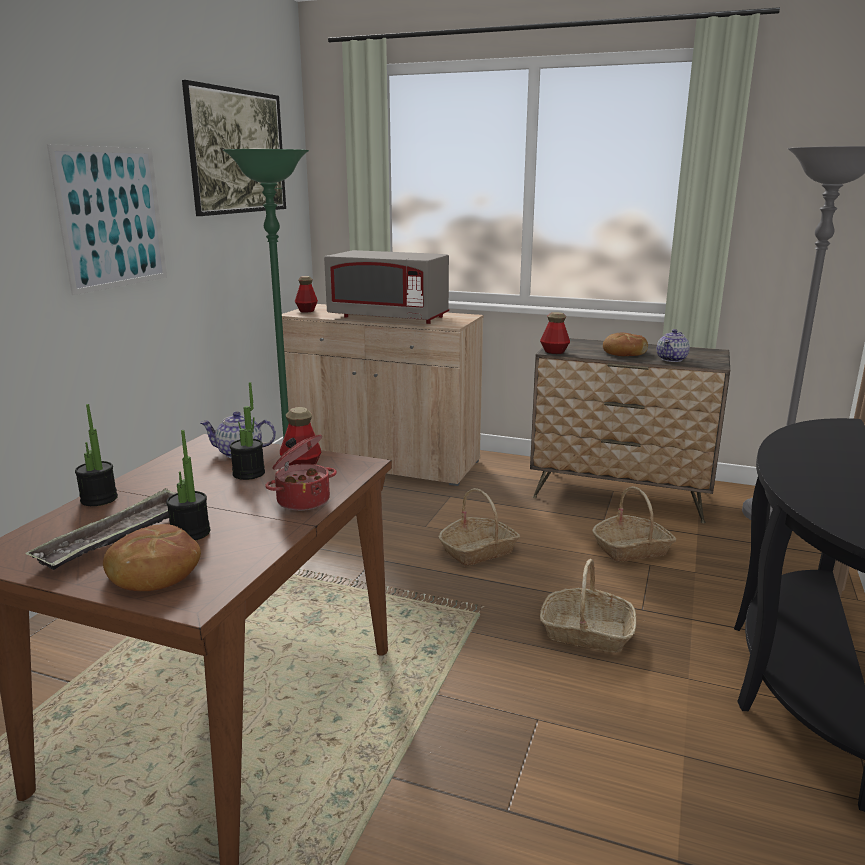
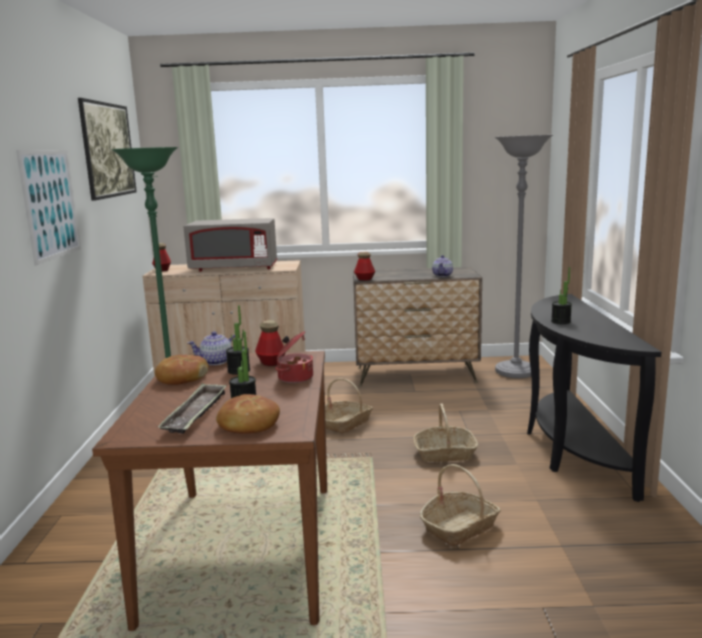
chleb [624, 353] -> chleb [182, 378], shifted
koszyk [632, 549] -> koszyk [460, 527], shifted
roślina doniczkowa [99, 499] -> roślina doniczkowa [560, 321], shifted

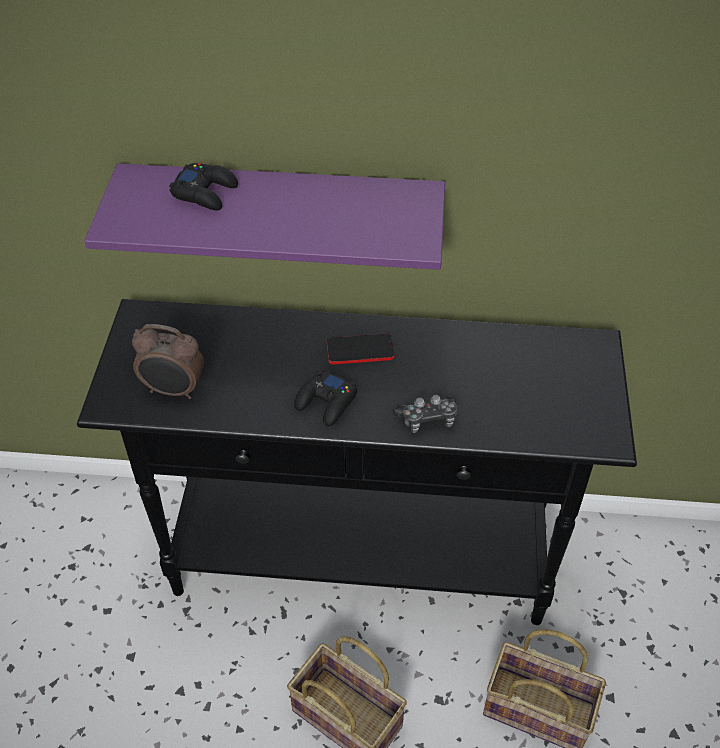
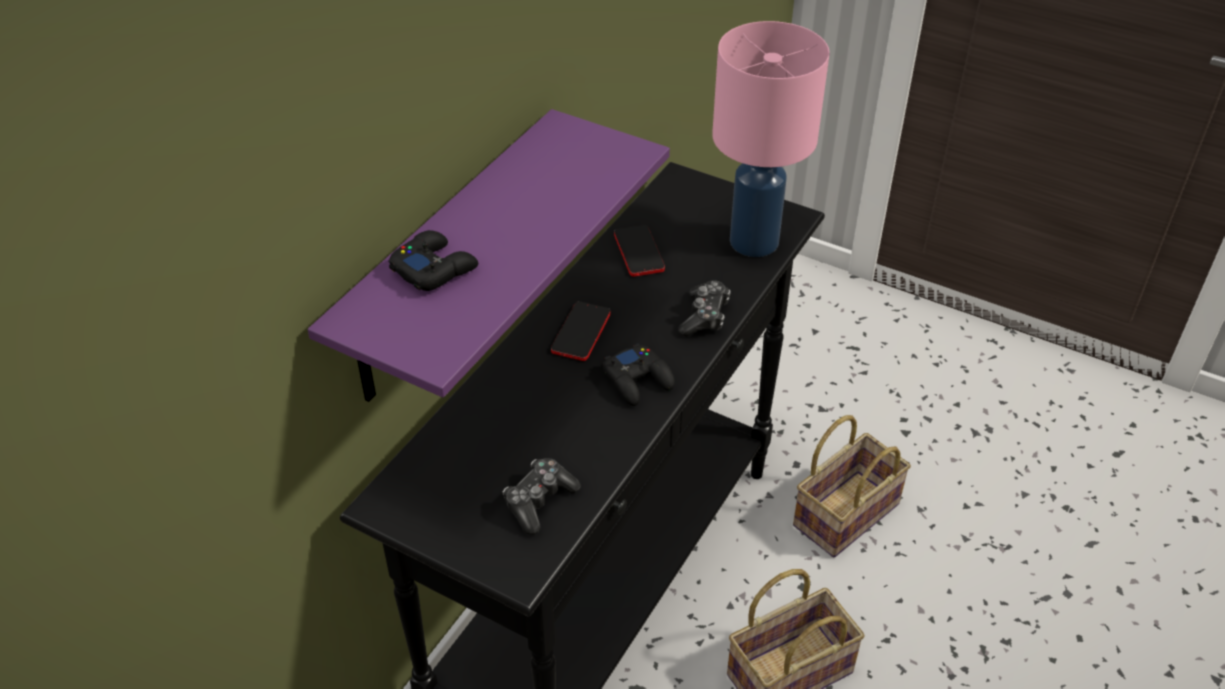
budzik [174, 390] -> pad do gier [539, 501]
none -> telefon [638, 252]
none -> lampa stołowa [różowy] [754, 241]

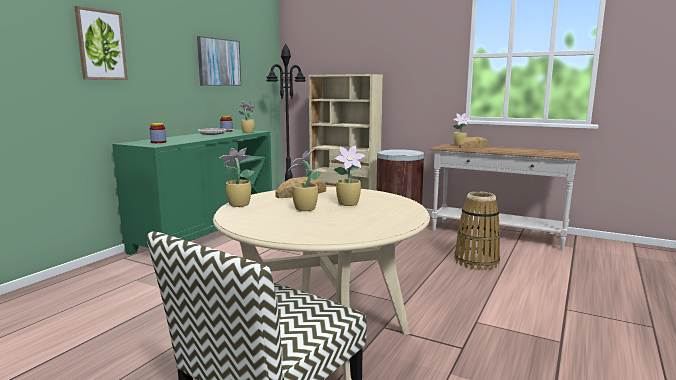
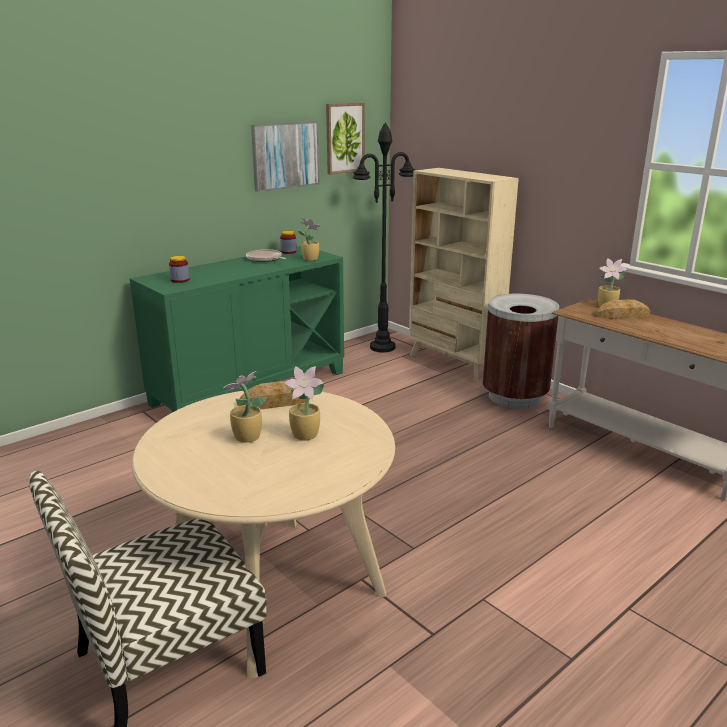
obraz [101, 45] -> obraz [344, 138], shifted
roślina doniczkowa [238, 205] -> none
koszyk [476, 261] -> none

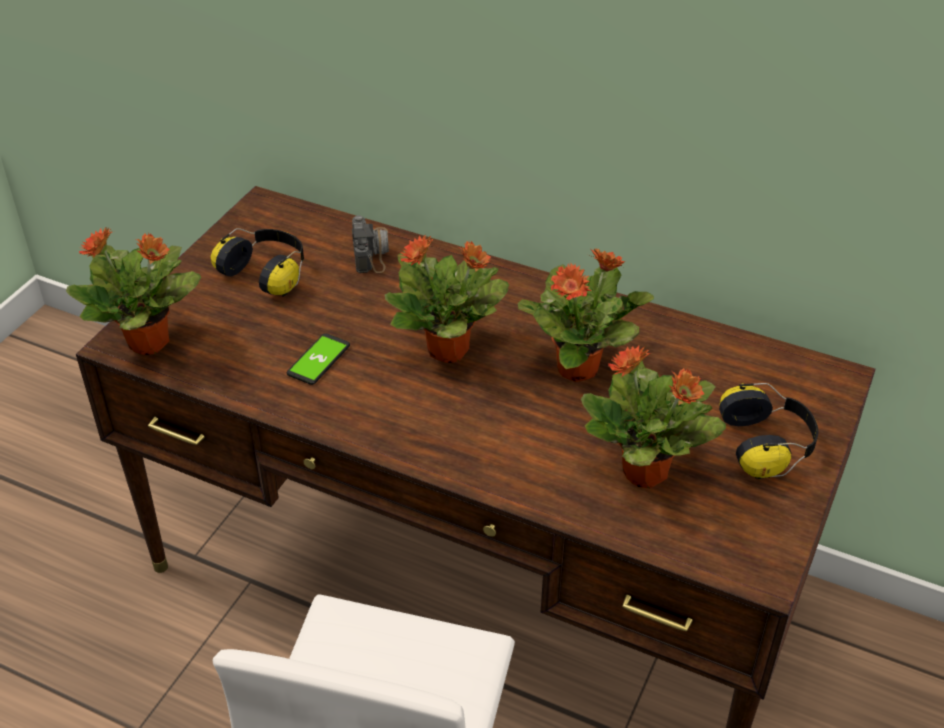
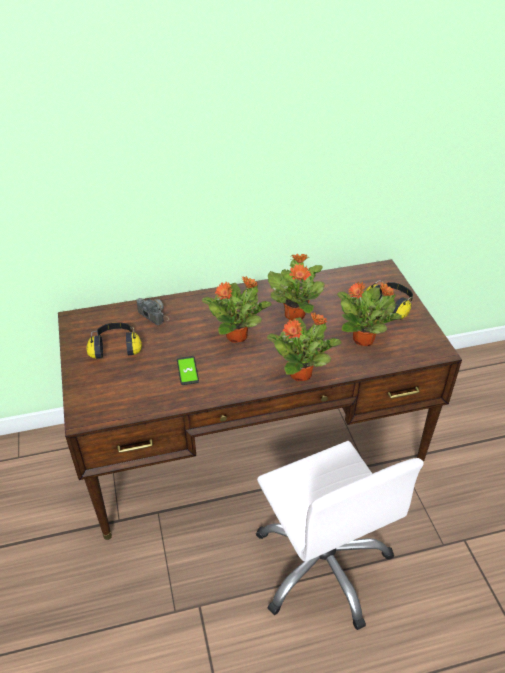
roślina doniczkowa [150, 342] -> roślina doniczkowa [301, 373], shifted

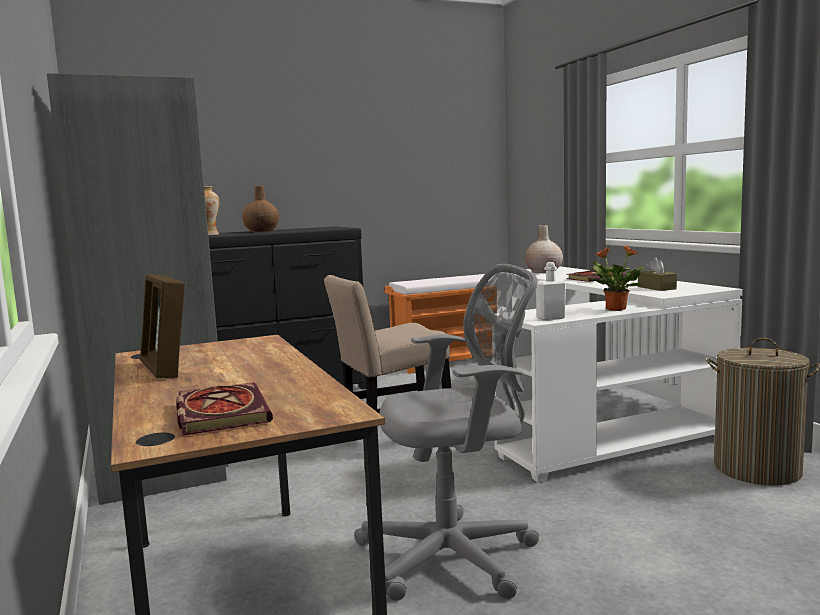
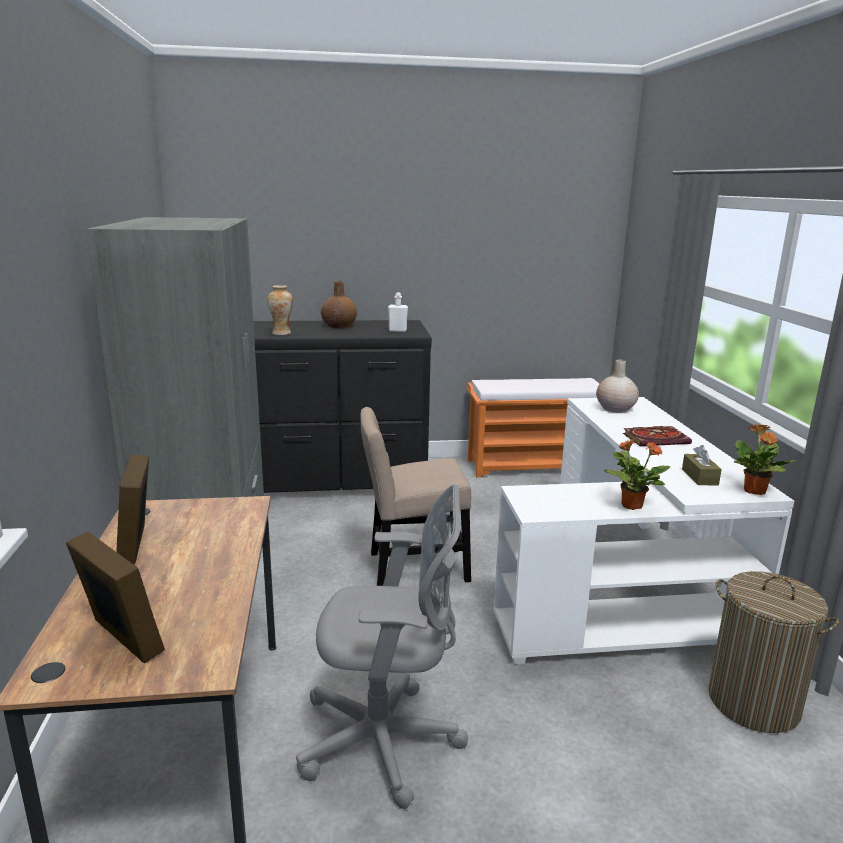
książka [220, 412] -> ramka na zdjęcie [121, 640]
butelka [biały] [550, 318] -> butelka [biały] [397, 330], shifted
none -> roślina doniczkowa [754, 491]

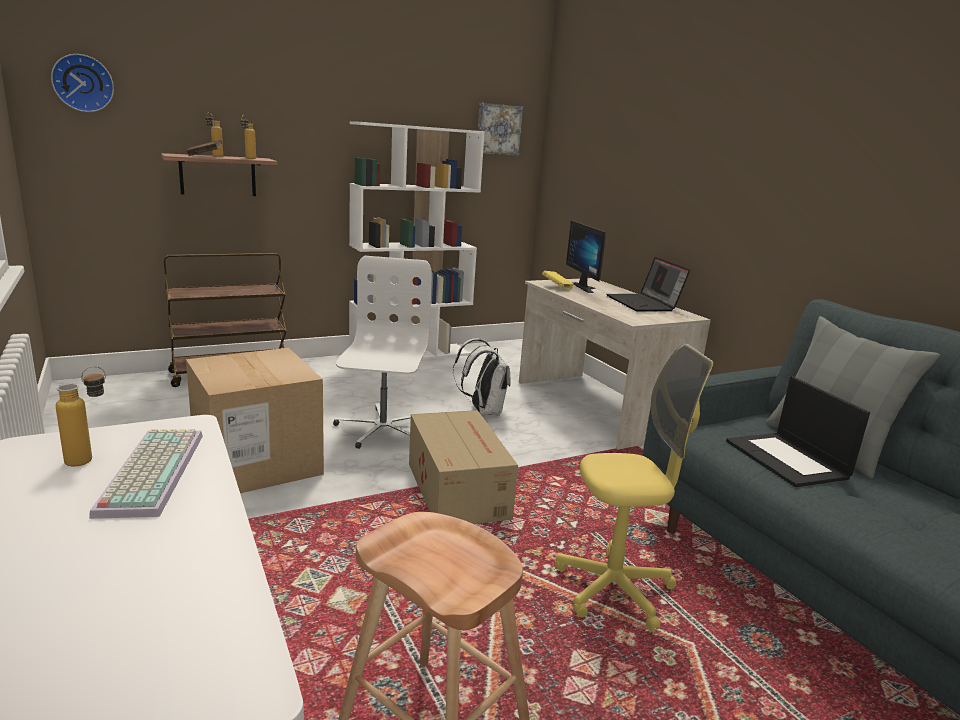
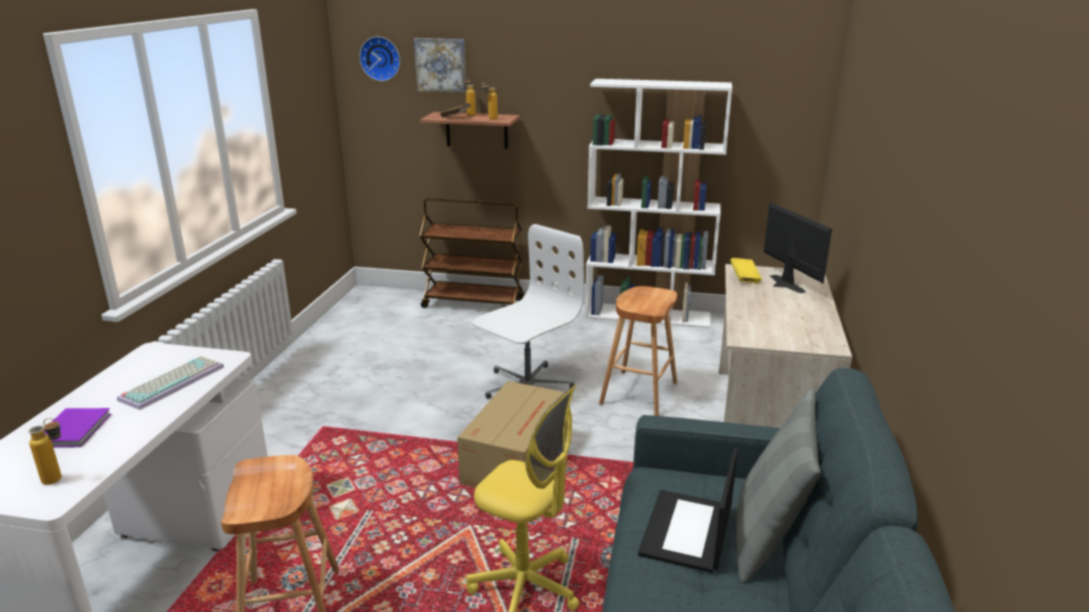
butelka [90, 459] -> butelka [59, 480], shifted
none -> książka [fioletowy] [75, 429]
obraz [498, 129] -> obraz [441, 65], shifted
plecak [biały] [483, 411] -> stołek [brązowy] [639, 393]
monitor [587, 288] -> monitor [782, 284], 135 degrees clockwise
karton [257, 463] -> none
laptop [644, 304] -> none

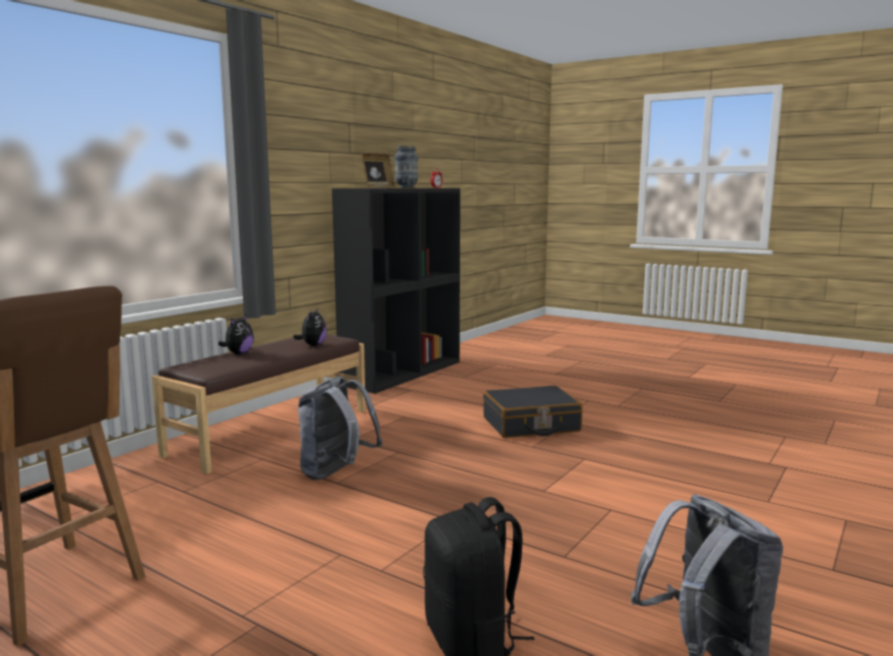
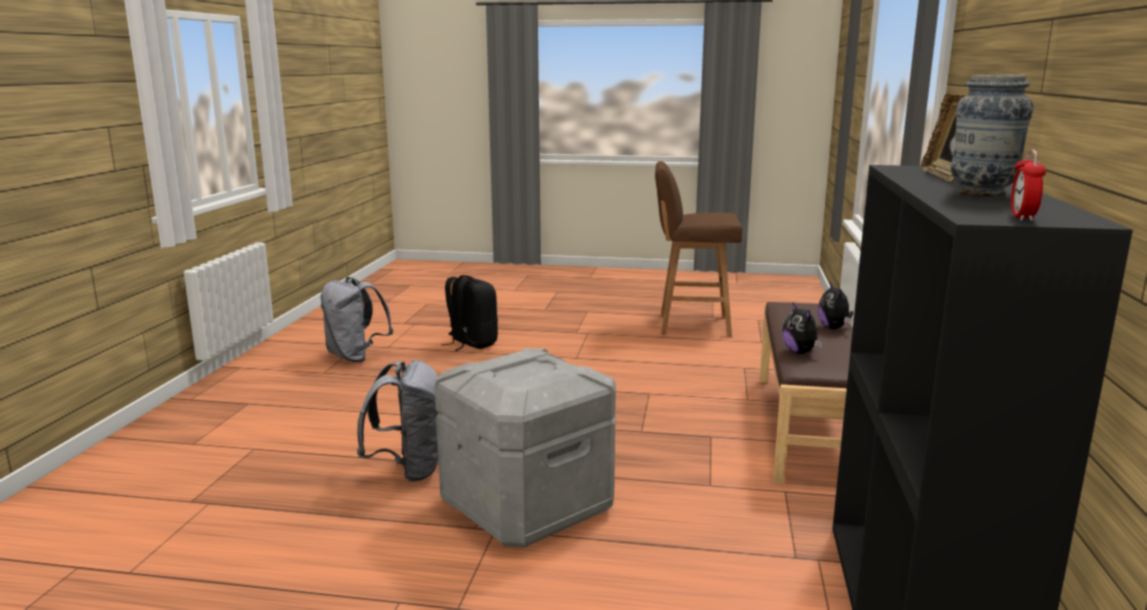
plecak [szary] [336, 473] -> plecak [szary] [410, 469], shifted
walizka [czarny] [531, 425] -> pojemnik do przechowywania [szary] [527, 507]

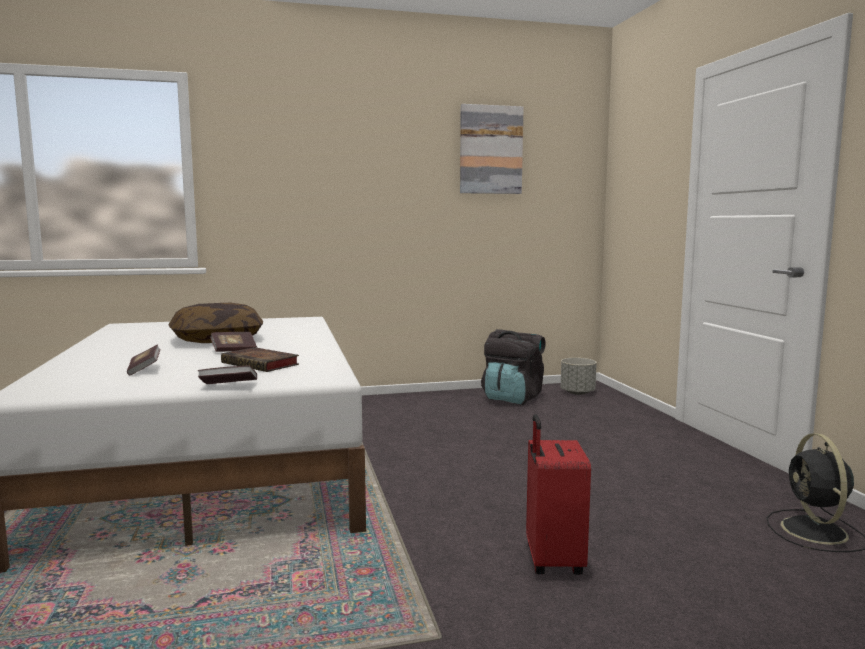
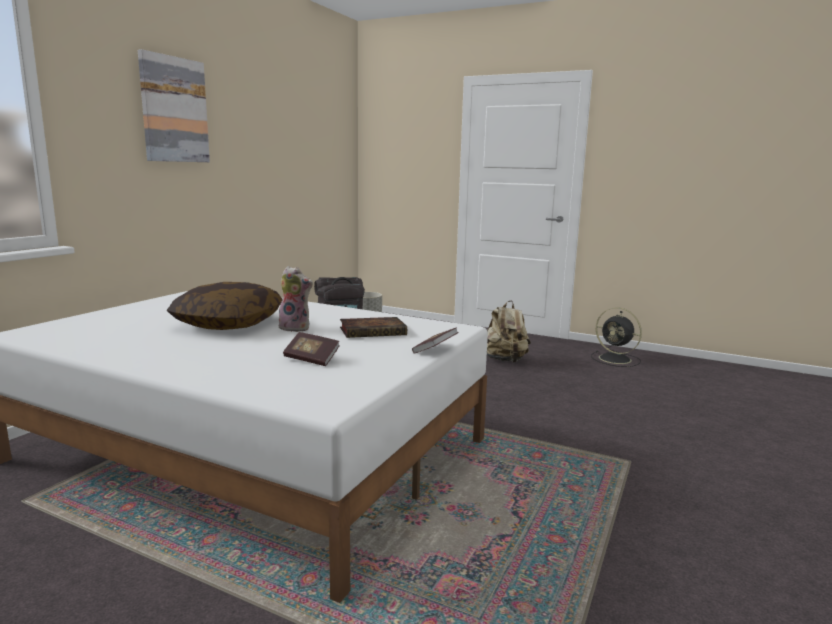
obraz [490, 150] -> obraz [174, 110], shifted
książka [234, 350] -> pluszak [296, 328]
none -> plecak [beżowy] [505, 360]
walizka [czerwony] [552, 561] -> none

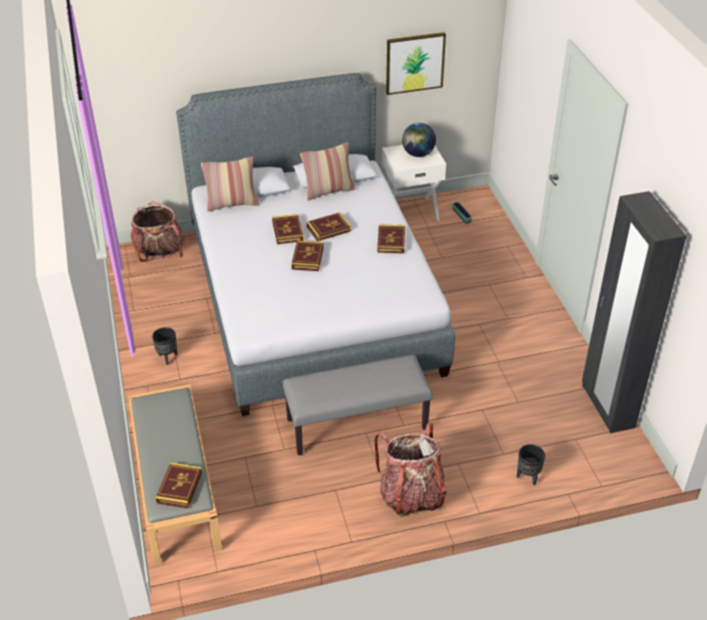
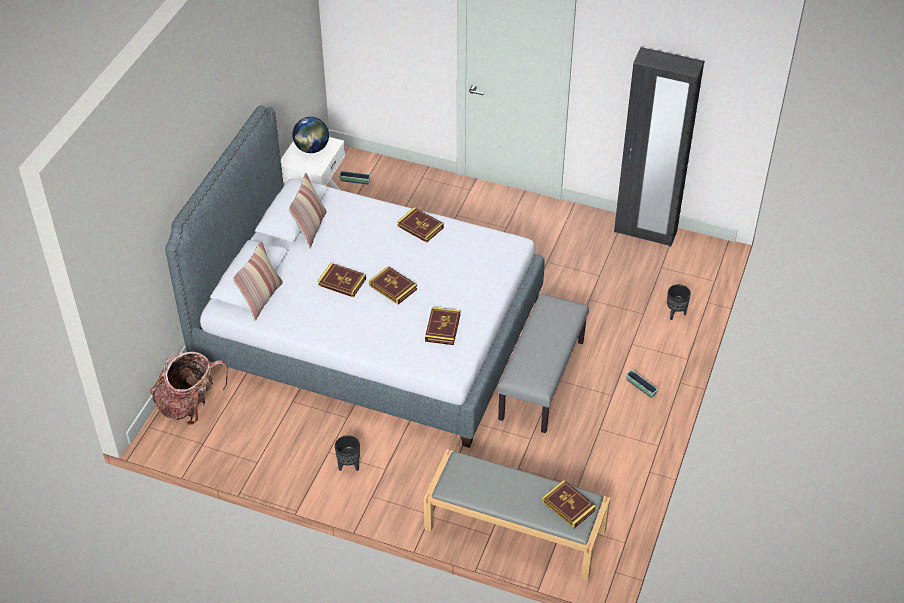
książka [328, 229] -> książka [442, 328], shifted
plecak [411, 495] -> donica [641, 387]
obraz [415, 63] -> none

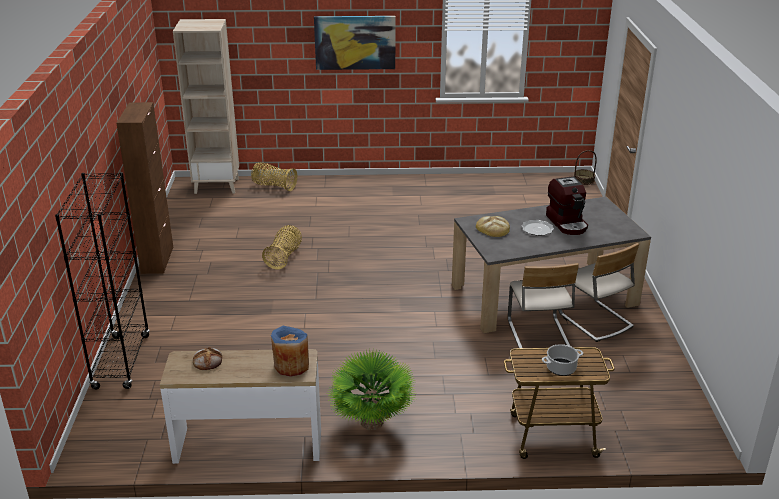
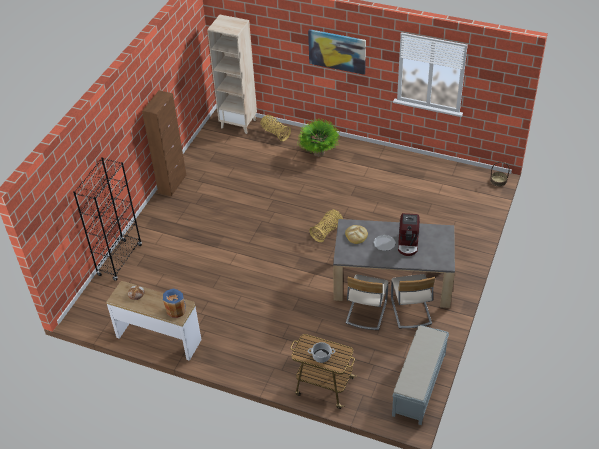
roślina doniczkowa [371, 422] -> roślina doniczkowa [318, 153], shifted
koszyk [284, 257] -> koszyk [327, 231], shifted
none -> ławka [szary] [419, 385]

